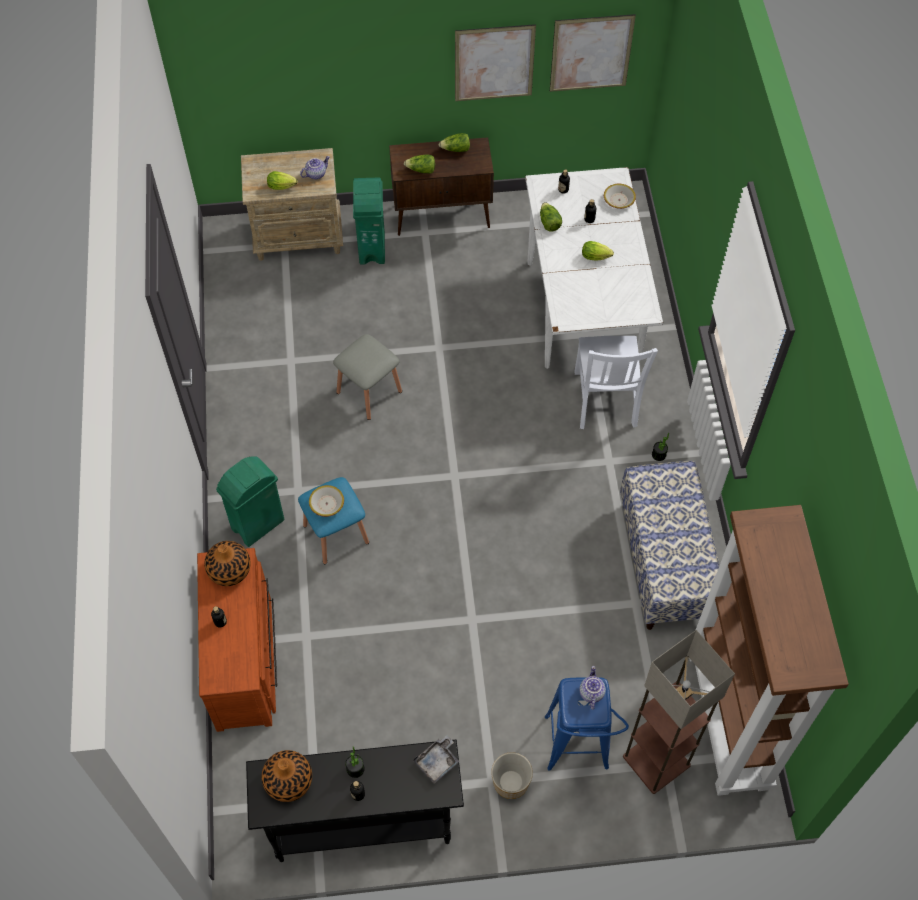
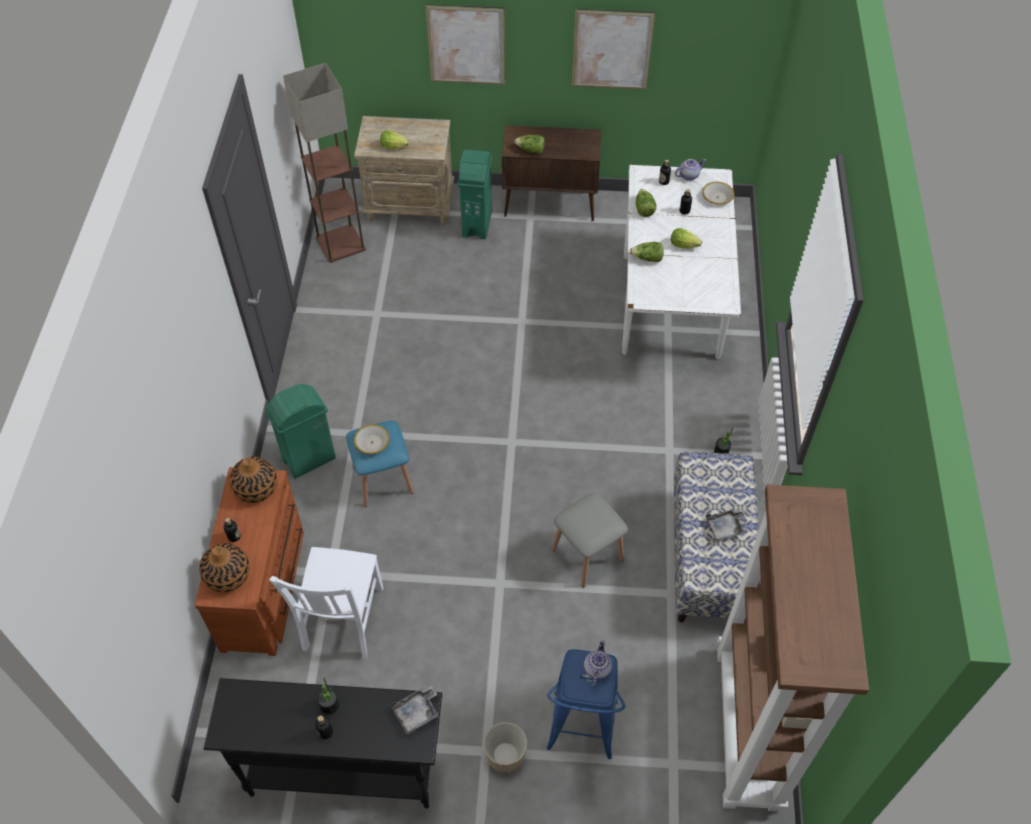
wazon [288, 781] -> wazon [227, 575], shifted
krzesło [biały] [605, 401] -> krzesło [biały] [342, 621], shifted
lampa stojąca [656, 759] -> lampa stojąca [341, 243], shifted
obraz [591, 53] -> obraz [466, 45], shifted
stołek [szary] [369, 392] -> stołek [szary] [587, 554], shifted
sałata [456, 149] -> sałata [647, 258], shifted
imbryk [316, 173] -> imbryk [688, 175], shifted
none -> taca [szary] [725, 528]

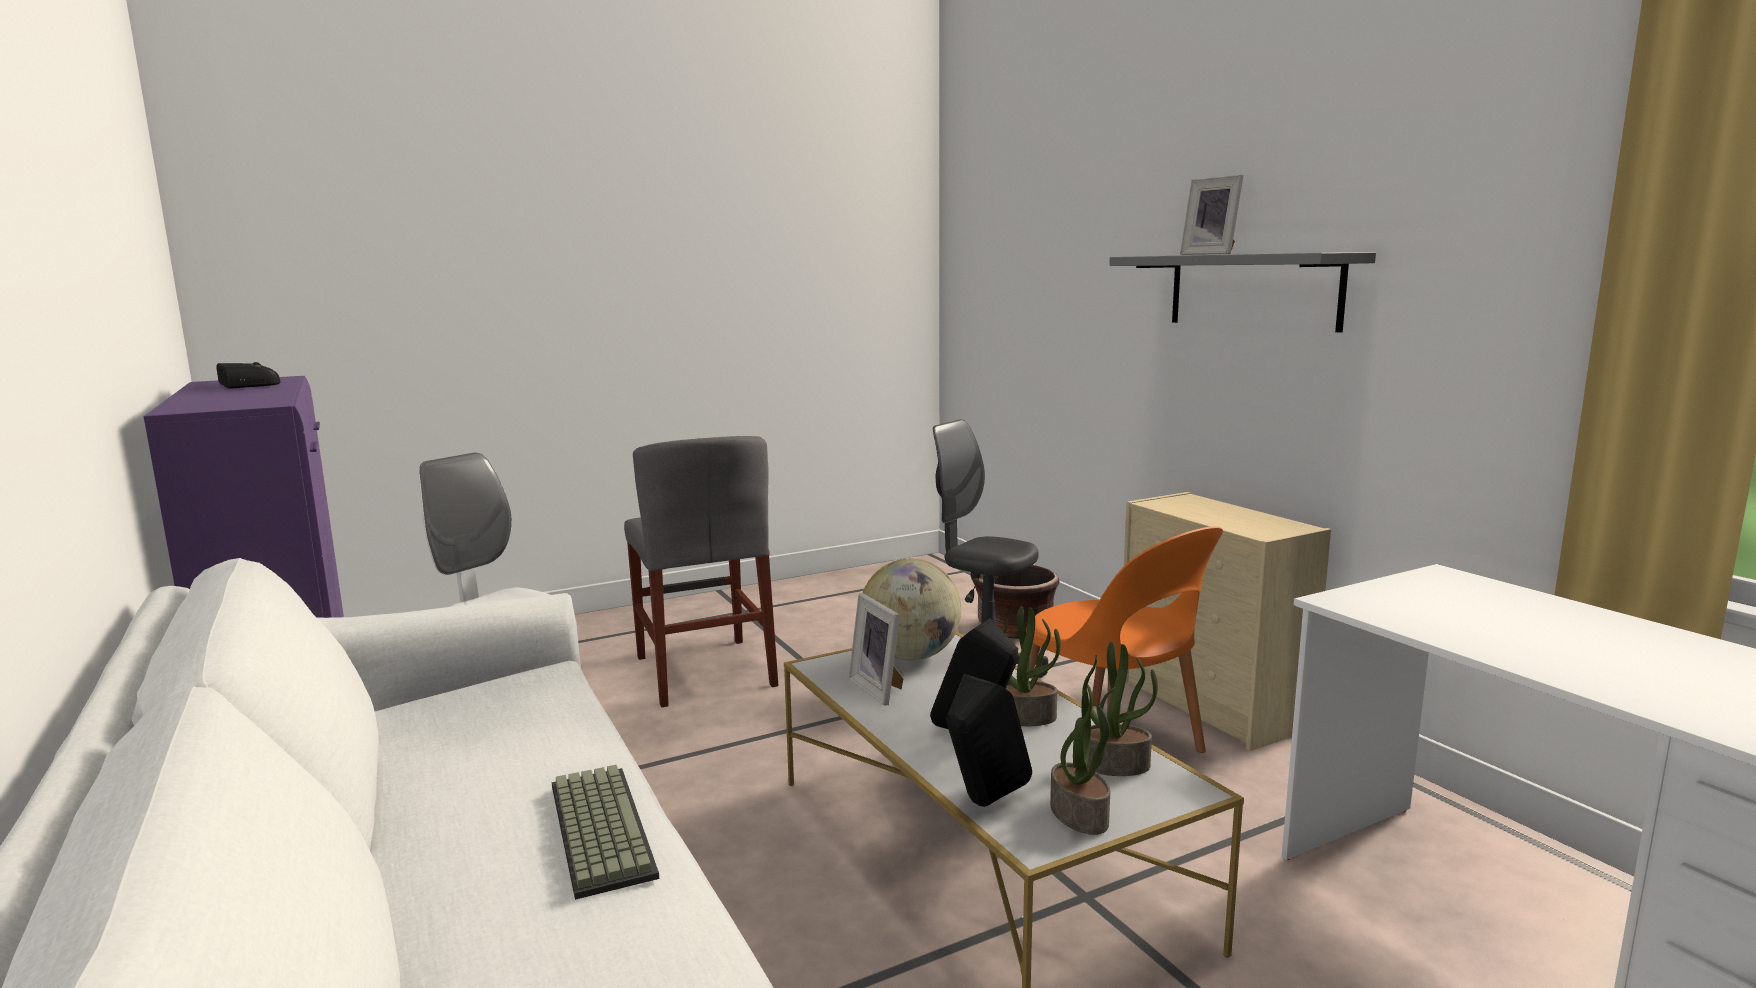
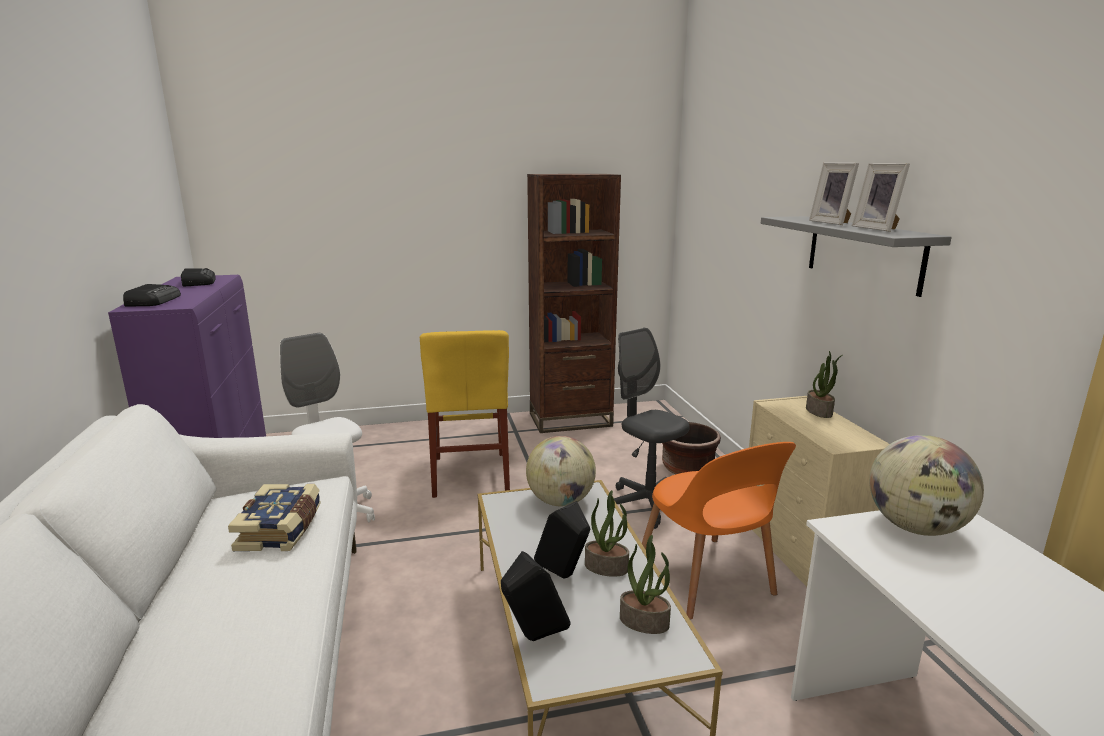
none -> radio [154, 301]
none -> książka [281, 530]
krzesło [szary] [704, 671] -> krzesło [żółty] [470, 474]
none -> regał [brązowy] [570, 420]
roślina doniczkowa [1080, 815] -> roślina doniczkowa [819, 411], shifted
ramka na zdjęcie [880, 689] -> ramka na zdjęcie [878, 228], shifted
none -> globus [915, 528]
klawiatura [597, 829] -> none

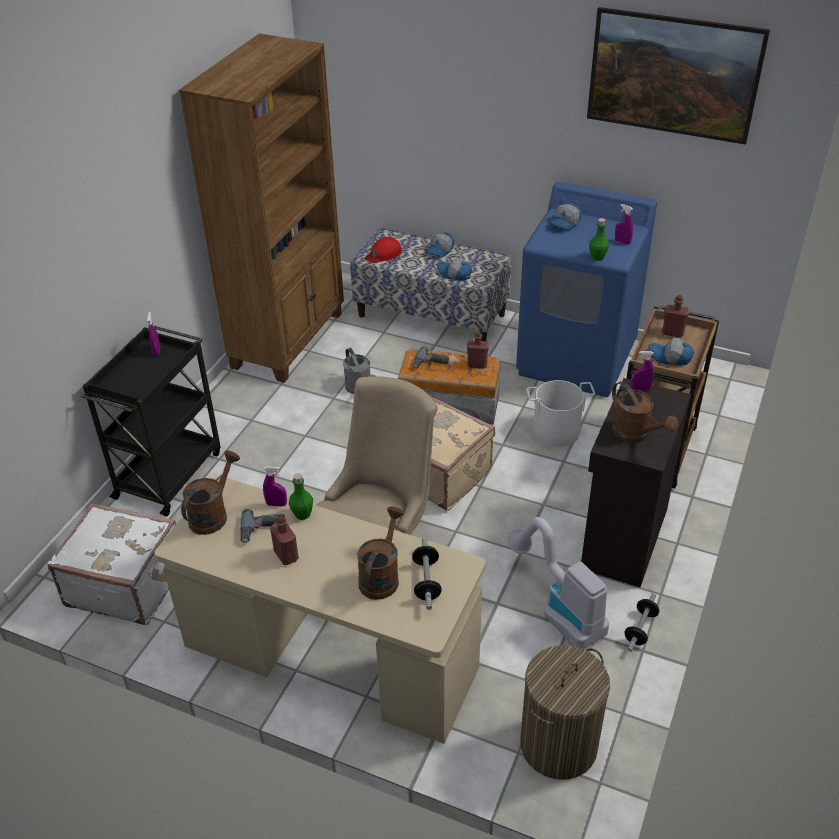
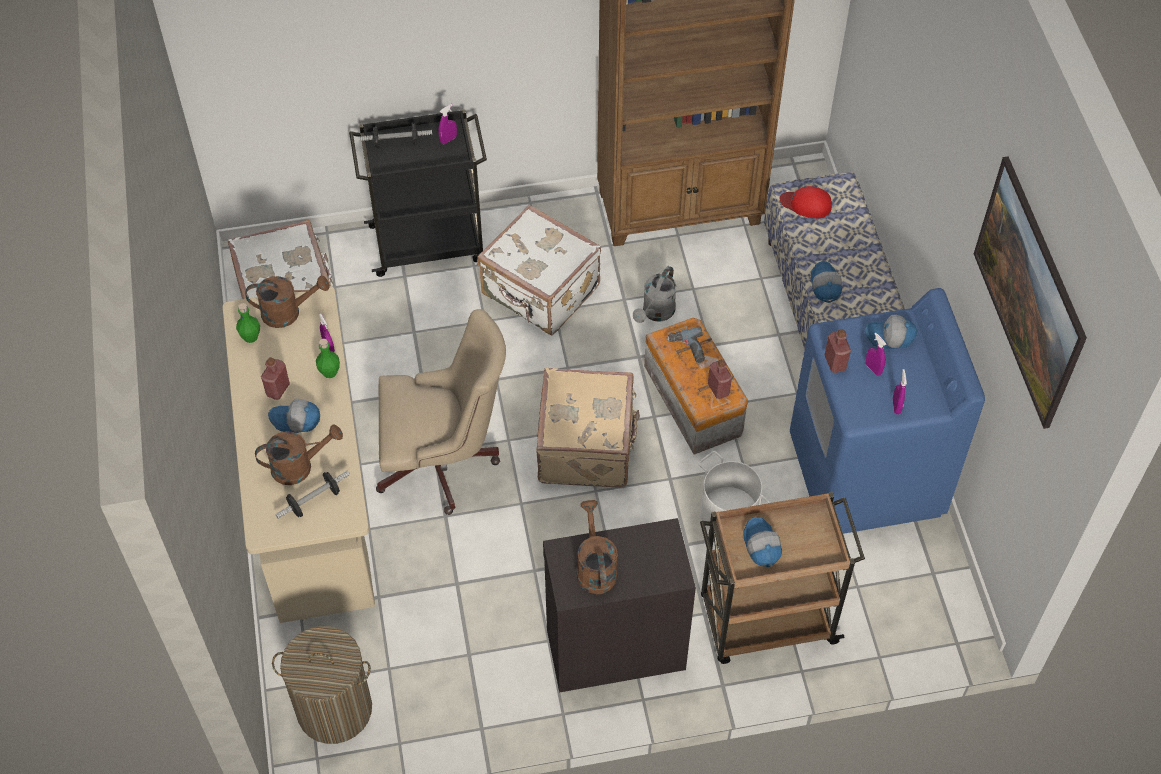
butelka [zielony] [597, 257] -> butelka [zielony] [250, 337], shifted
czapka z daszkiem [440, 250] -> czapka z daszkiem [296, 421], shifted
hantel [640, 628] -> hantel [396, 143], shifted
none -> walizka [biały] [540, 292]
konewka [brązowy] [636, 434] -> konewka [brązowy] [595, 567], 150 degrees clockwise
butelka [czerwony] [672, 333] -> butelka [czerwony] [835, 362], shifted
spryskiwacz [fioletowy] [640, 389] -> spryskiwacz [fioletowy] [873, 369], shifted
wiertarka [262, 530] -> none
odkurzacz [558, 609] -> none

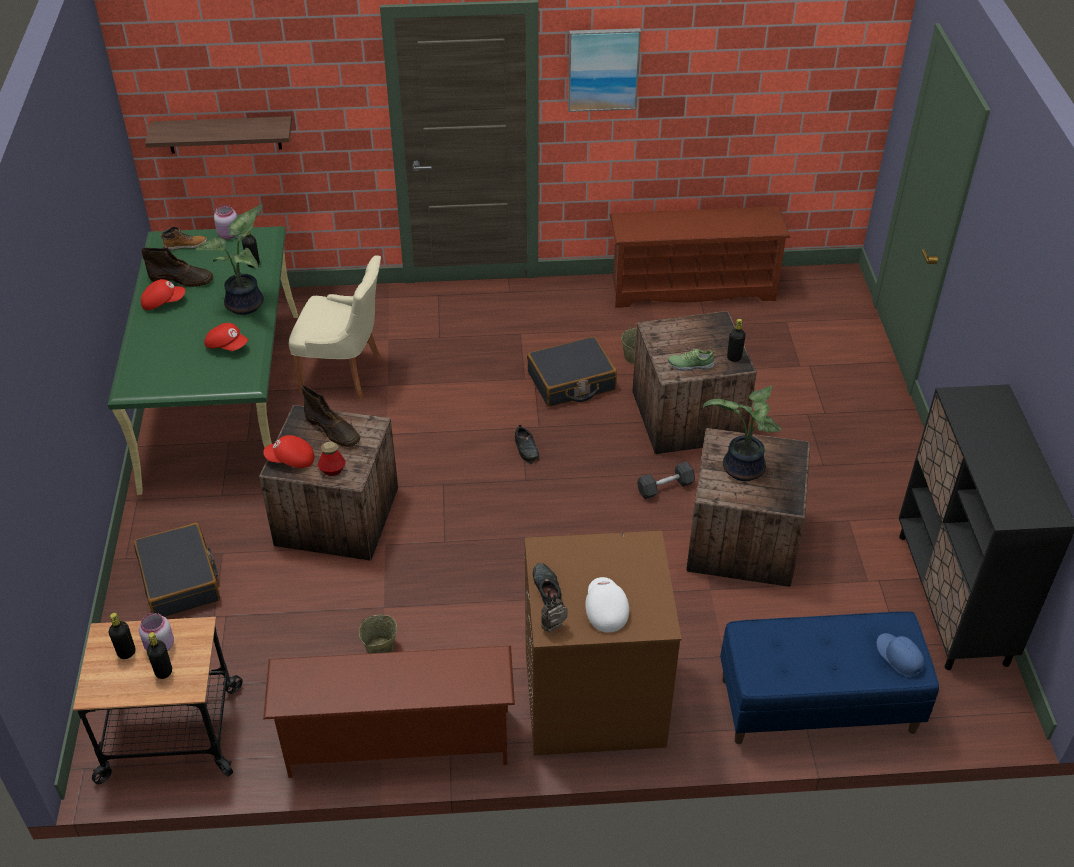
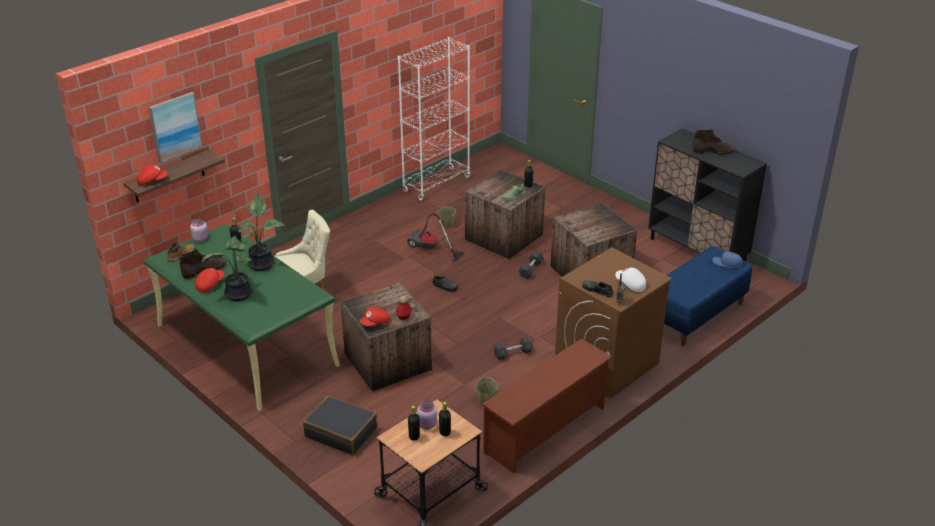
czapka z daszkiem [czerwony] [227, 345] -> czapka z daszkiem [czerwony] [152, 181], shifted
obraz [603, 69] -> obraz [175, 126], shifted
roślina doniczkowa [741, 470] -> roślina doniczkowa [238, 295], shifted
regał na buty [brązowy] [692, 288] -> regał [biały] [436, 184]
walizka [czarny] [571, 382] -> odkurzacz [429, 249]
none -> hantel [szary] [513, 353]
but z cholewką [brązowy] [333, 430] -> but z cholewką [brązowy] [713, 151], shifted

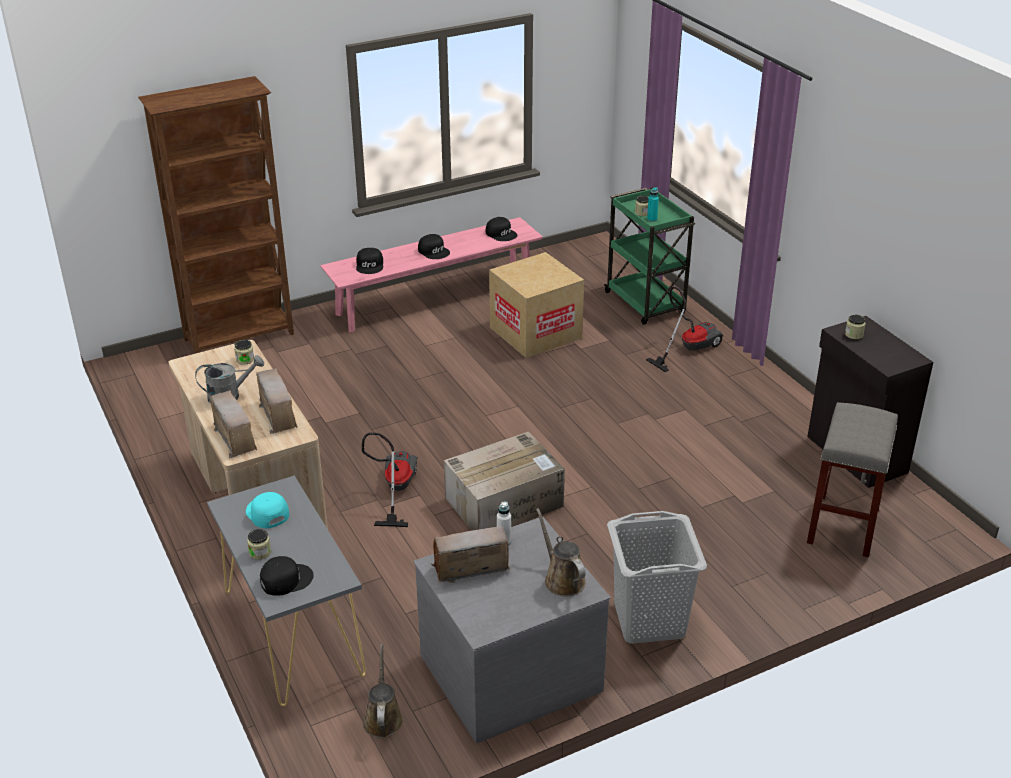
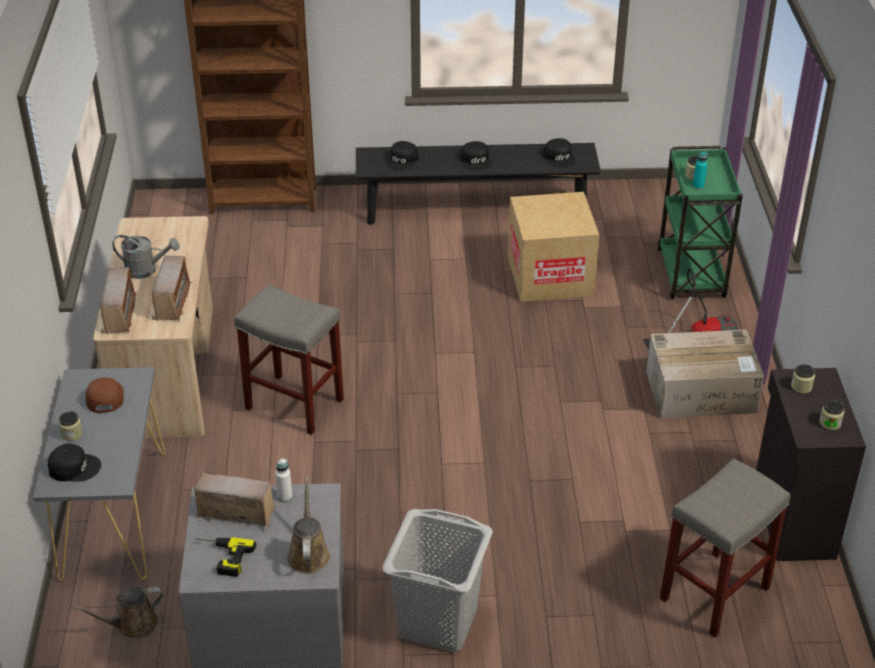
konewka [brązowy] [383, 718] -> konewka [brązowy] [133, 625], 135 degrees counterclockwise
czapka z daszkiem [turkusowy] [266, 513] -> czapka z daszkiem [brązowy] [104, 397]
none -> wiertarka [221, 558]
odkurzacz [394, 489] -> stołek [szary] [296, 404]
ławka [różowy] [435, 299] -> ławka [czarny] [476, 210]
karton [505, 502] -> karton [702, 391], shifted
słoik [245, 360] -> słoik [830, 423], shifted

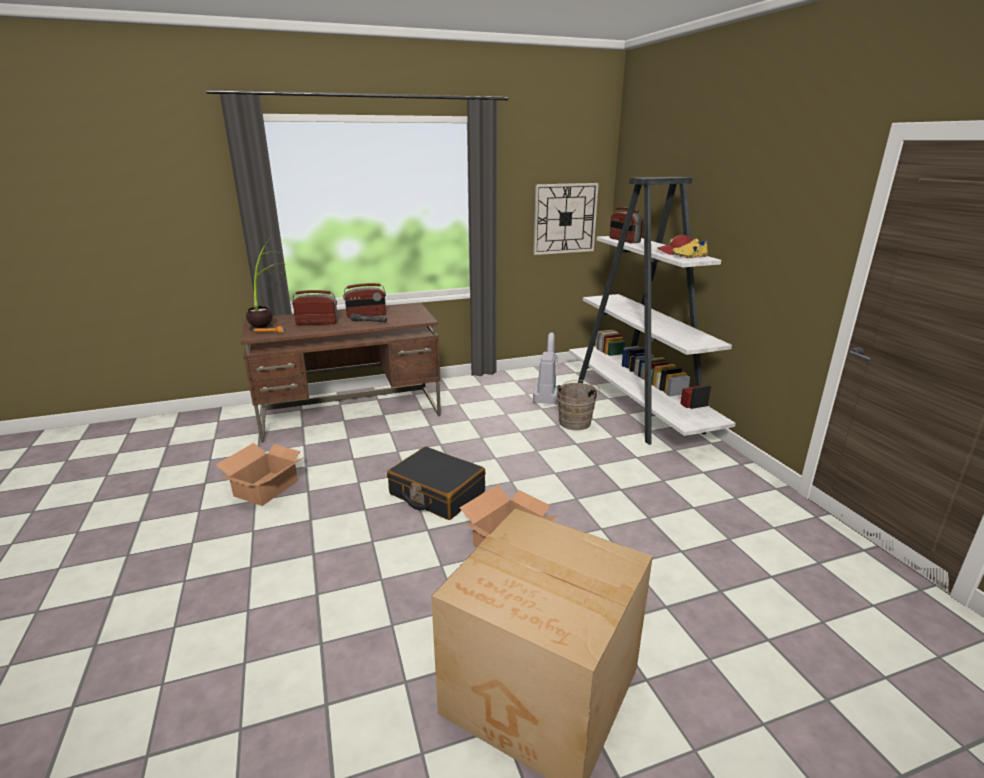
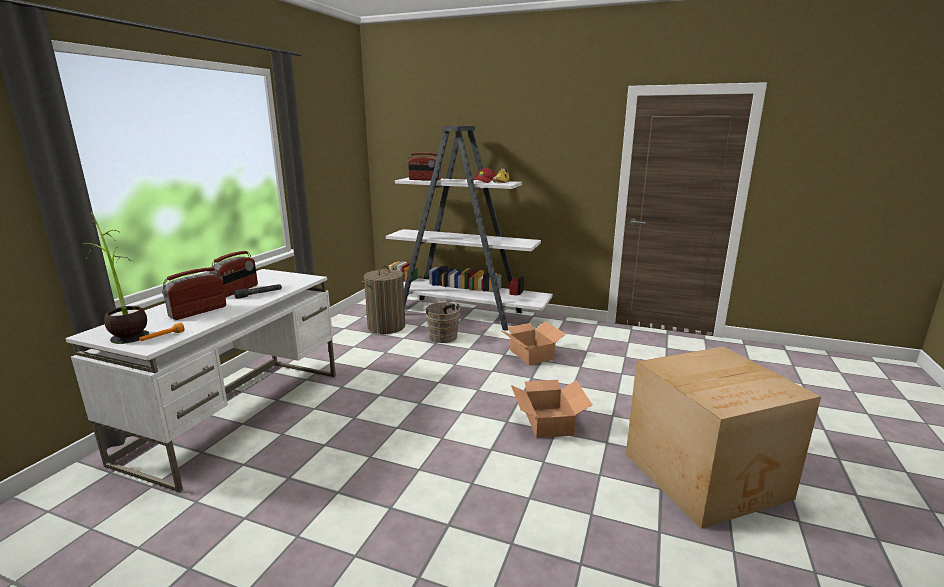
biurko [brązowy] [351, 413] -> biurko [biały] [238, 414]
odkurzacz [547, 393] -> kosz na pranie [386, 327]
karton [267, 488] -> karton [531, 354], shifted
walizka [czarny] [436, 493] -> none
zegar ścienny [565, 218] -> none

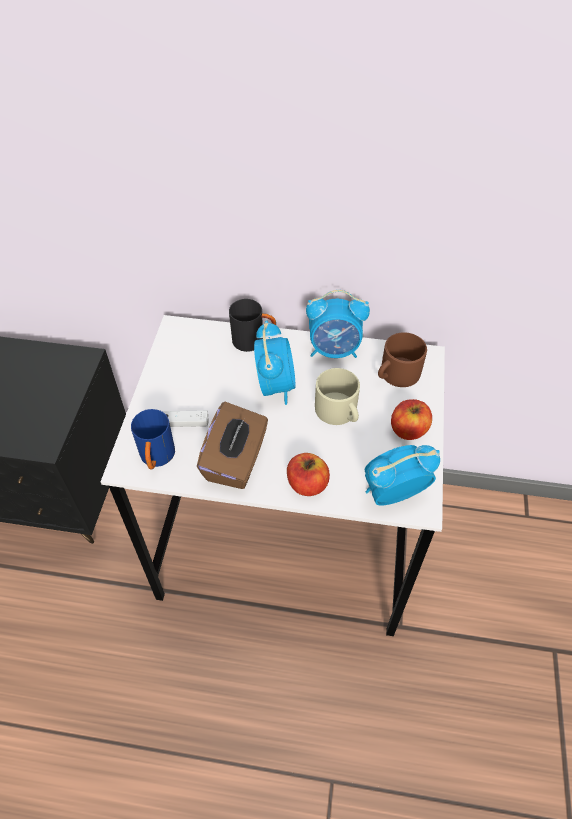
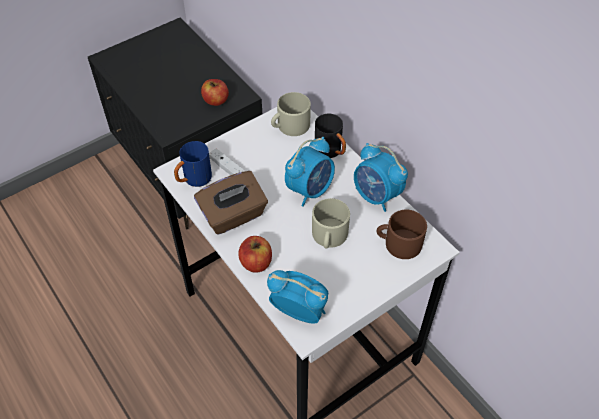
jabłko [408, 430] -> jabłko [216, 100], shifted
none -> kubek [beżowy] [290, 126]

